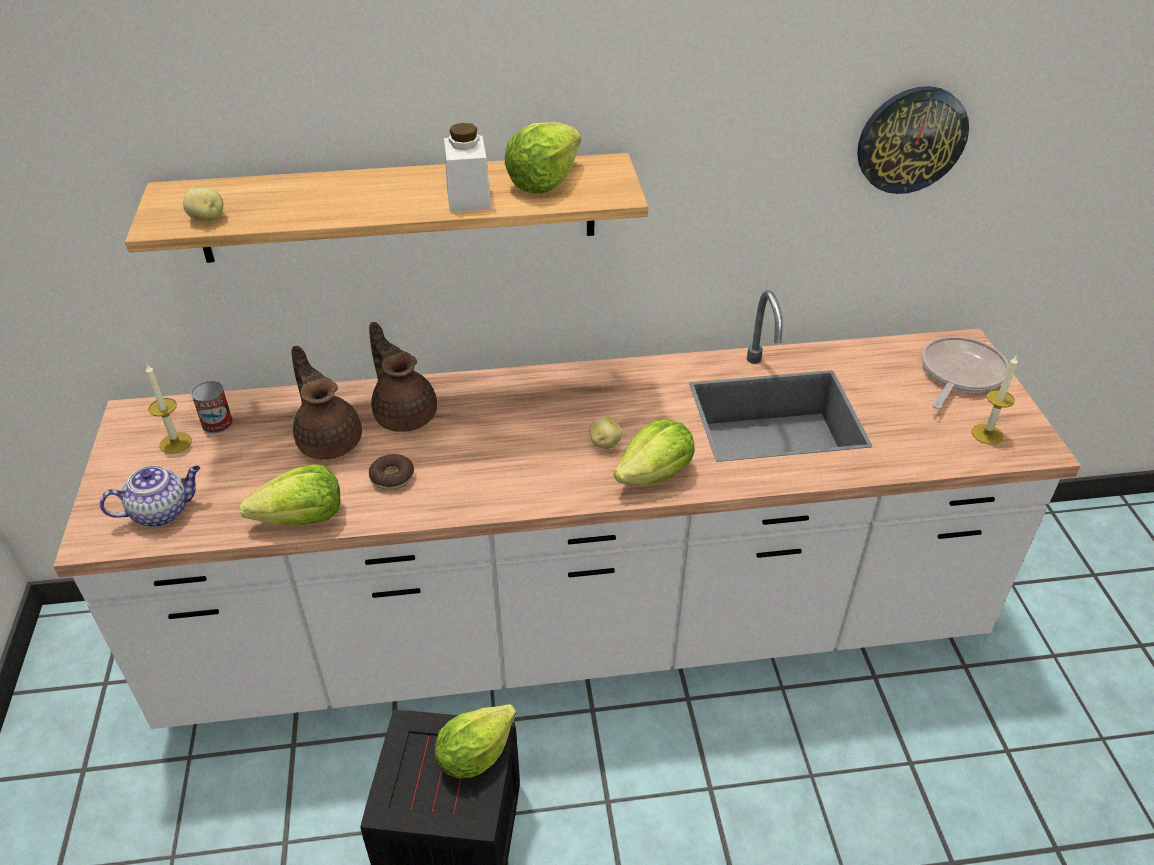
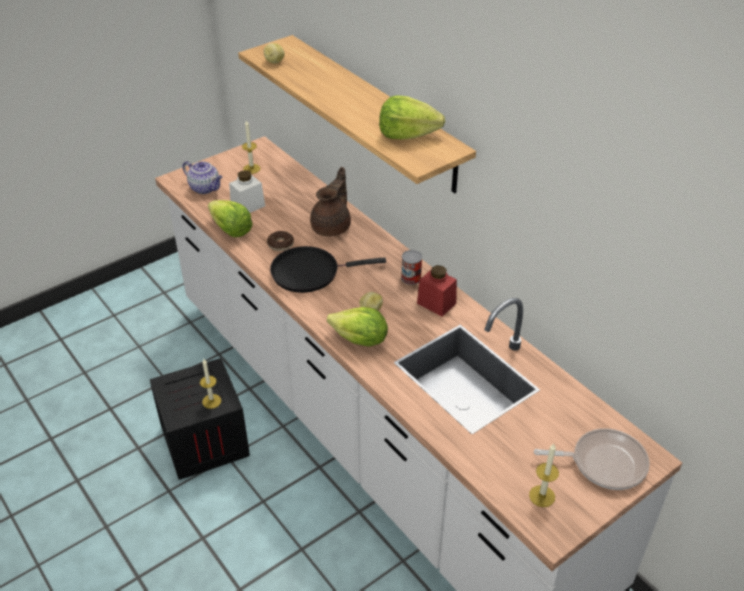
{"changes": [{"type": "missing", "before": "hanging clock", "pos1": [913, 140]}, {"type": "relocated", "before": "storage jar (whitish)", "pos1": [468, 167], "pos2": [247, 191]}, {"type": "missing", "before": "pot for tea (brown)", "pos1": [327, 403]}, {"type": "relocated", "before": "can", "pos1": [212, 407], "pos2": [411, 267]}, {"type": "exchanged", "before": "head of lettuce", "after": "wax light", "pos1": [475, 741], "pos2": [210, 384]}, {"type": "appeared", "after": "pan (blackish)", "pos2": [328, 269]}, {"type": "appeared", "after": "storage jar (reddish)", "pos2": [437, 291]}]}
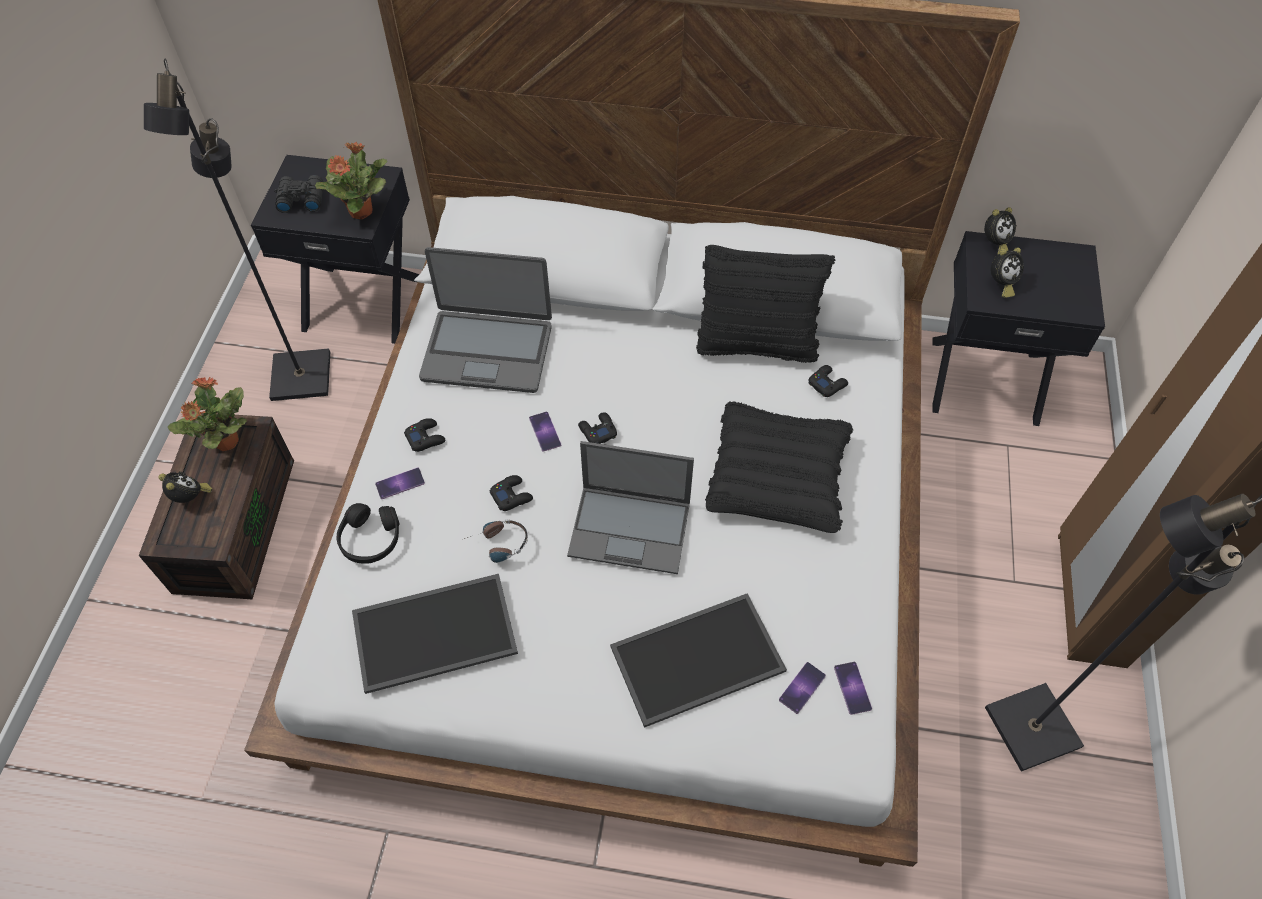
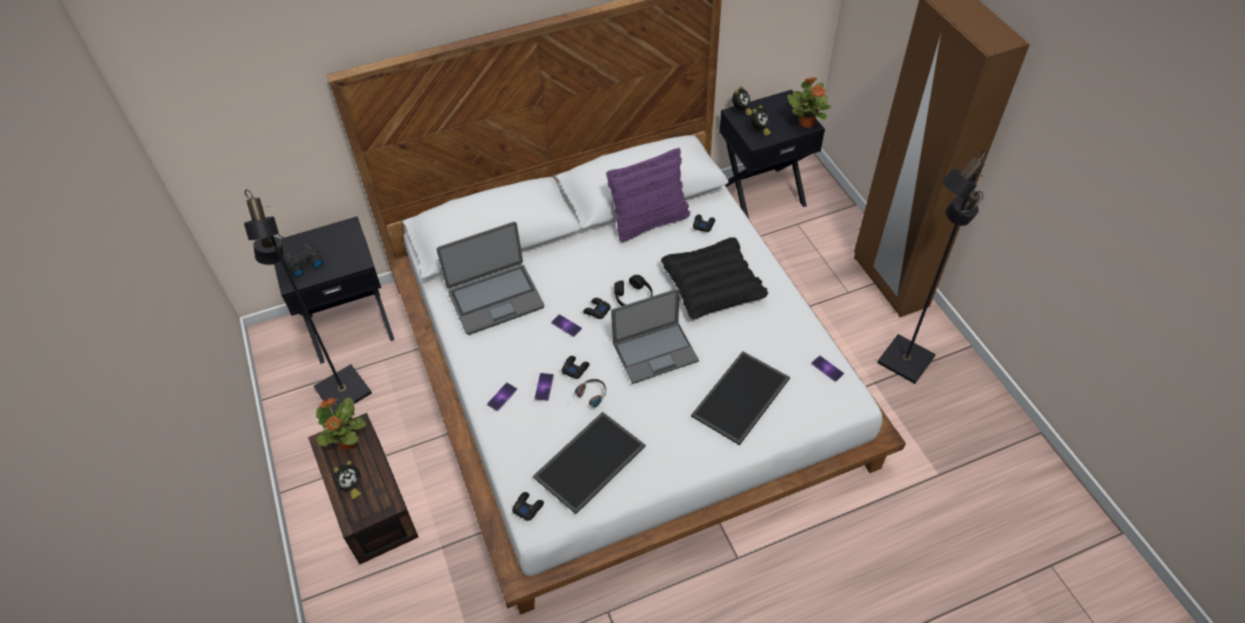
{"changes": [{"type": "relocated", "before": "potted plant", "pos1": [351, 180], "pos2": [809, 102]}, {"type": "colour", "before": "throw pillow (blackish)", "after": "throw pillow (purple-coloured)", "pos1": [765, 304], "pos2": [648, 195]}, {"type": "relocated", "before": "joypad (blackish)", "pos1": [425, 435], "pos2": [528, 506]}, {"type": "spun", "before": "bedside clock", "pos1": [185, 487], "pos2": [347, 479], "turn": 120}, {"type": "relocated", "before": "headphones (blackish)", "pos1": [368, 533], "pos2": [633, 290]}, {"type": "relocated", "before": "handset", "pos1": [802, 688], "pos2": [544, 387]}]}
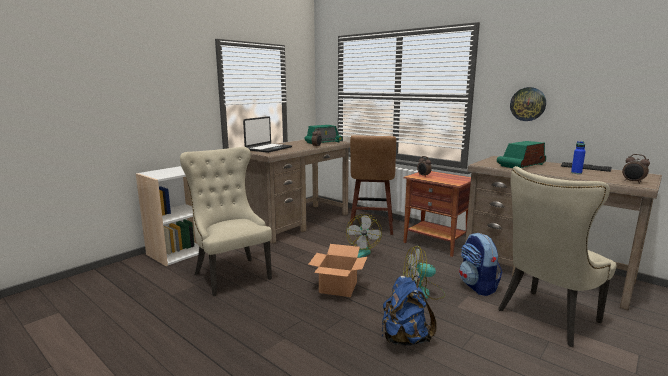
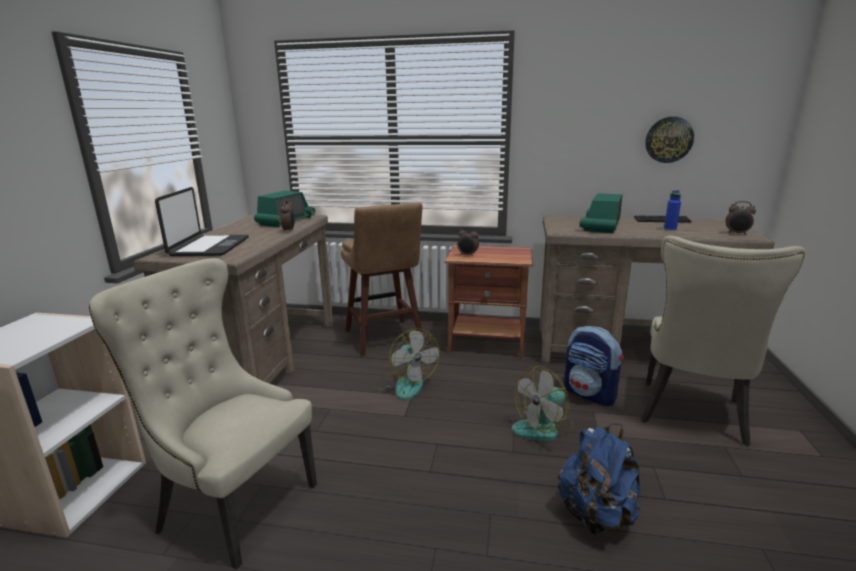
{"changes": [{"type": "relocated", "before": "hanging clock", "pos1": [528, 104], "pos2": [669, 140]}, {"type": "missing", "before": "cardboard box", "pos1": [337, 270]}]}
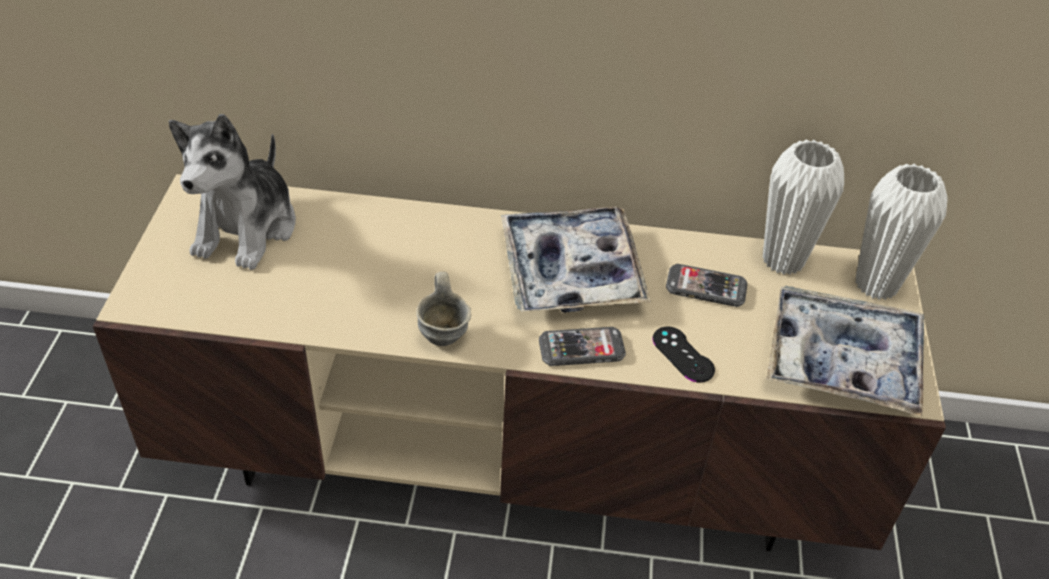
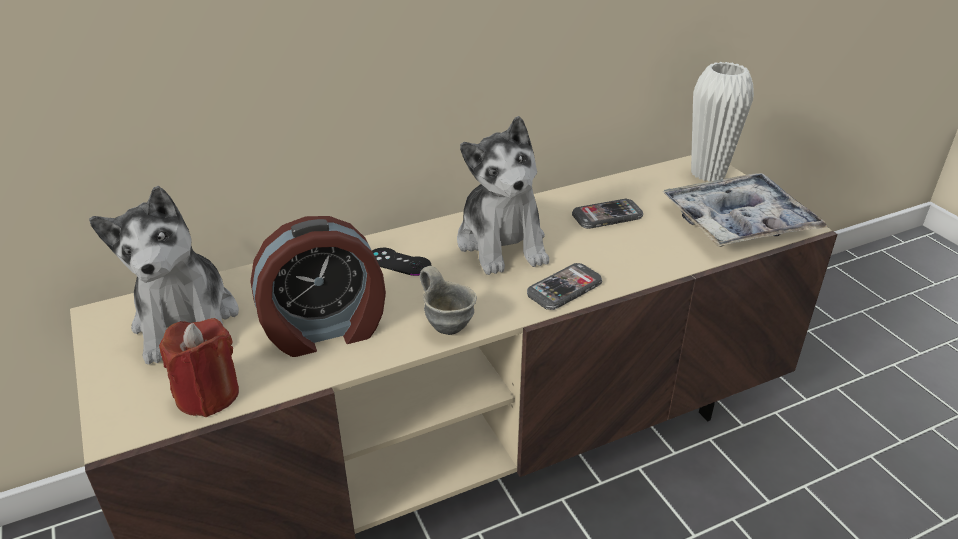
{"changes": [{"type": "missing", "before": "vase (whitish)", "pos1": [803, 207]}, {"type": "exchanged", "before": "tray", "after": "plush toy", "pos1": [576, 260], "pos2": [503, 195]}, {"type": "relocated", "before": "joypad (blackish)", "pos1": [684, 355], "pos2": [401, 262]}, {"type": "appeared", "after": "bedside clock", "pos2": [318, 286]}, {"type": "appeared", "after": "wax light (reddish)", "pos2": [199, 367]}]}
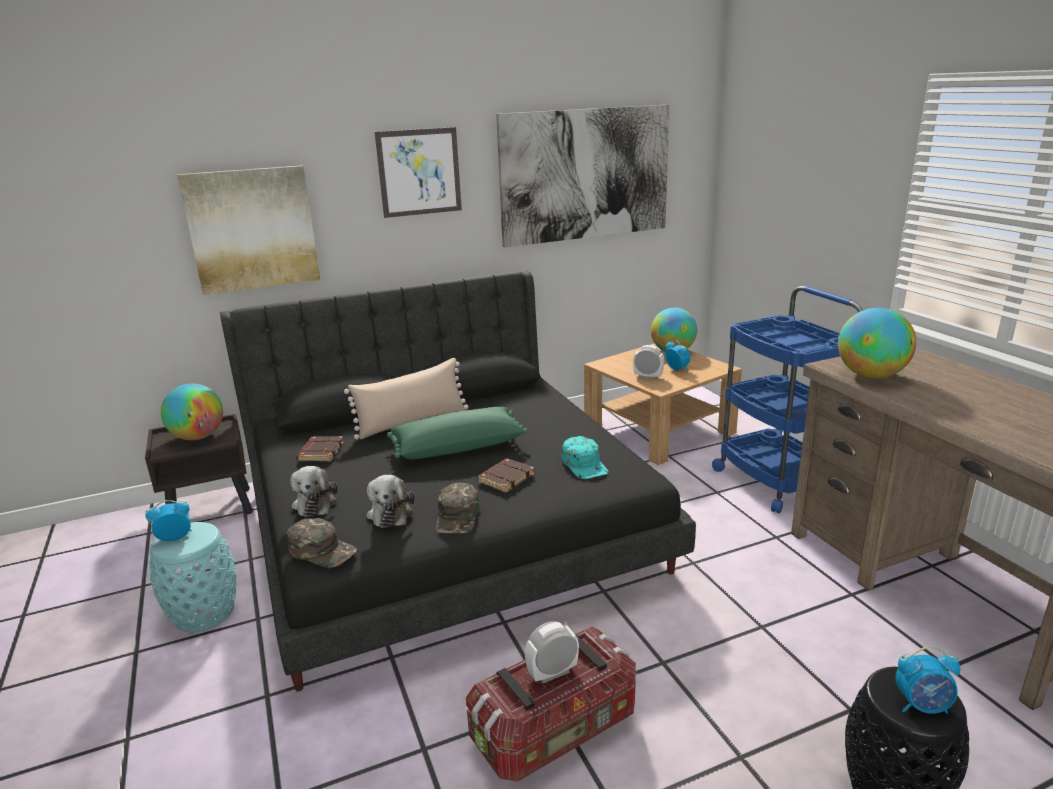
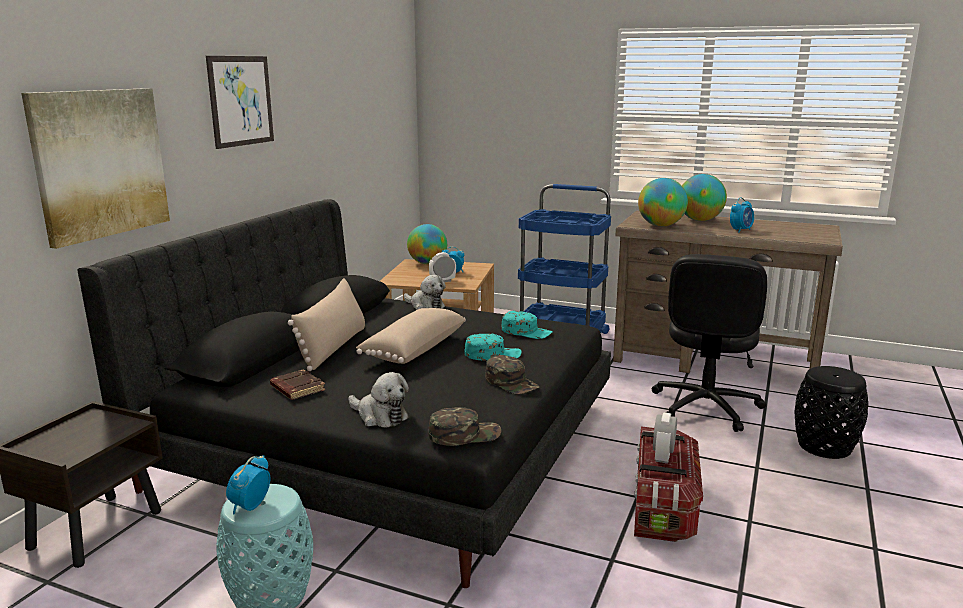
{"changes": [{"type": "missing", "before": "picture", "pos1": [583, 176]}, {"type": "relocated", "before": "desk globe", "pos1": [192, 412], "pos2": [704, 197]}, {"type": "colour", "before": "throw pillow (greenish)", "after": "throw pillow (beige-coloured)", "pos1": [457, 433], "pos2": [411, 336]}, {"type": "exchanged", "before": "volume (brown)", "after": "peaked cap (turquoise-coloured)", "pos1": [506, 475], "pos2": [493, 347]}, {"type": "relocated", "before": "plush toy", "pos1": [390, 501], "pos2": [425, 292]}, {"type": "relocated", "before": "bedside clock", "pos1": [928, 680], "pos2": [742, 215]}, {"type": "appeared", "after": "office chair (blackish)", "pos2": [709, 343]}]}
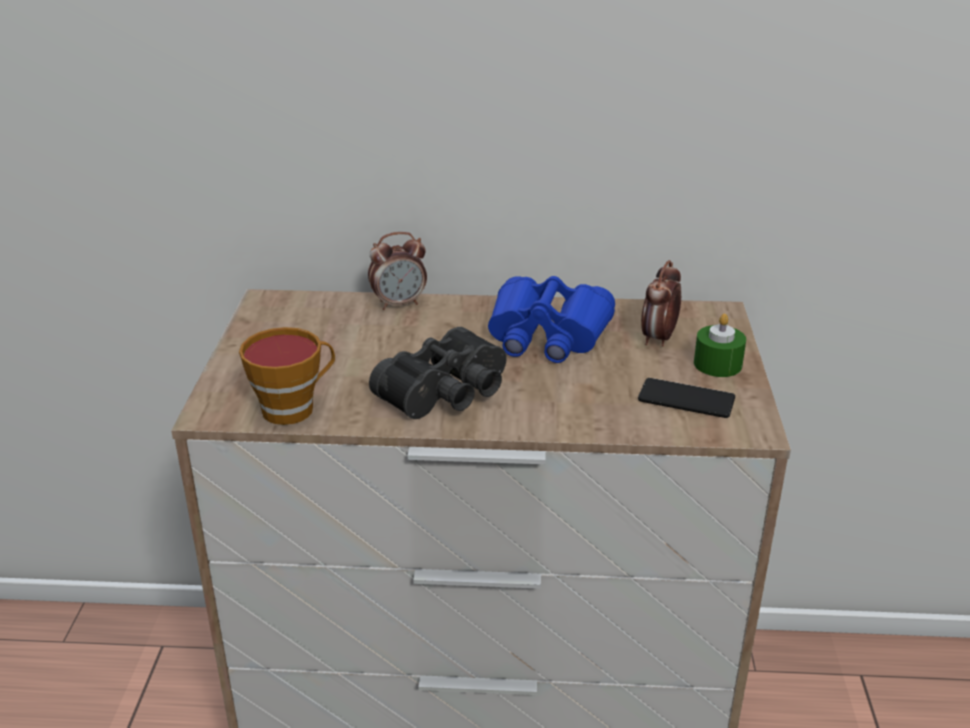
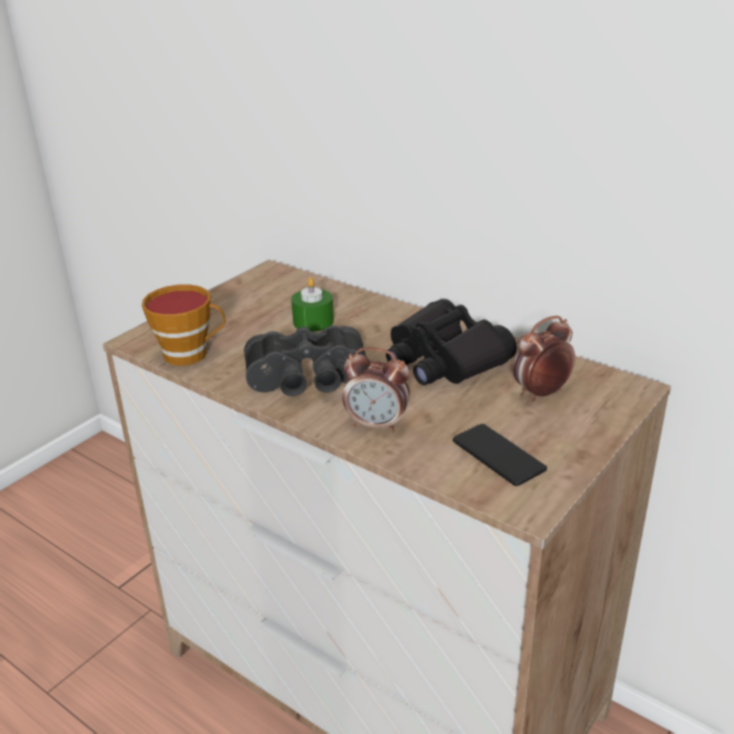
{"changes": [{"type": "relocated", "before": "bedside clock", "pos1": [397, 271], "pos2": [376, 390]}, {"type": "colour", "before": "field glasses (bluish)", "after": "field glasses (blackish)", "pos1": [551, 319], "pos2": [451, 342]}, {"type": "relocated", "before": "wax light (greenish)", "pos1": [720, 345], "pos2": [312, 304]}]}
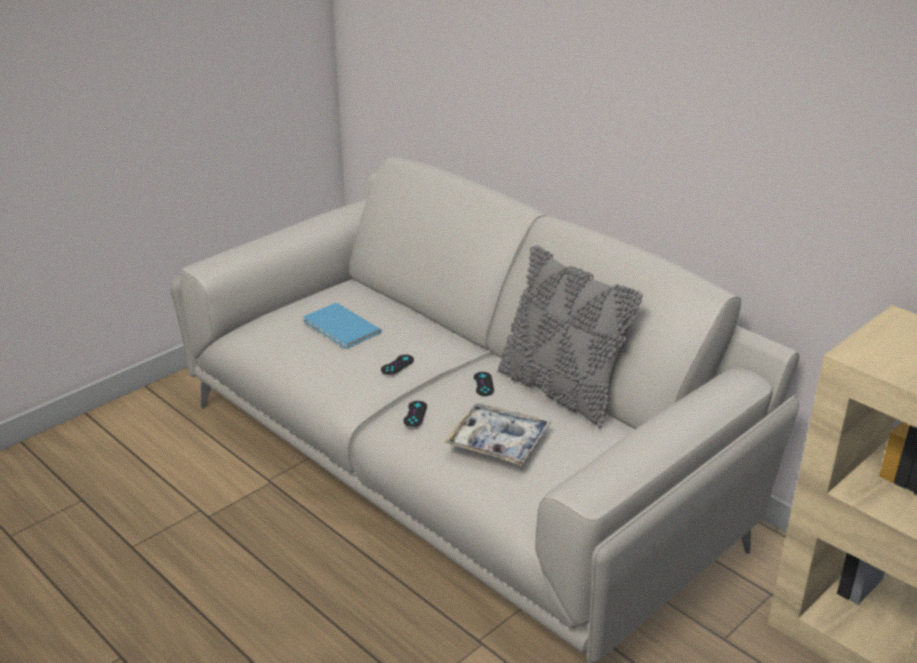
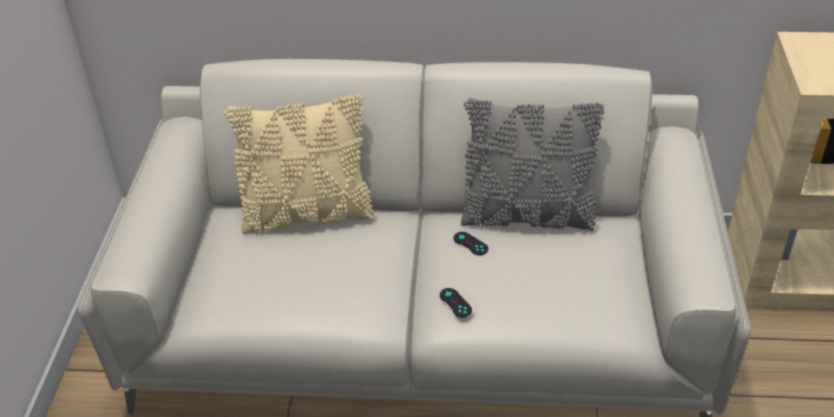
{"changes": [{"type": "missing", "before": "volume (bluish)", "pos1": [342, 326]}, {"type": "missing", "before": "joypad (blackish)", "pos1": [397, 365]}, {"type": "missing", "before": "tray", "pos1": [497, 434]}, {"type": "appeared", "after": "throw pillow (beige-coloured)", "pos2": [299, 164]}]}
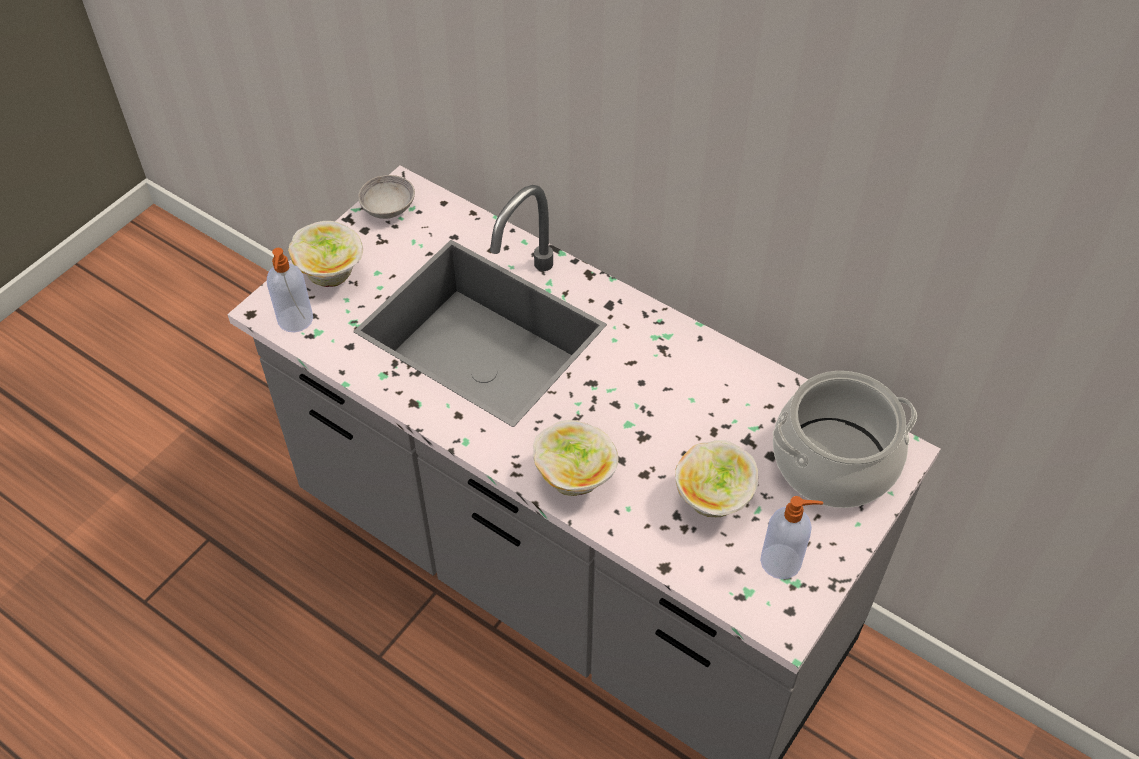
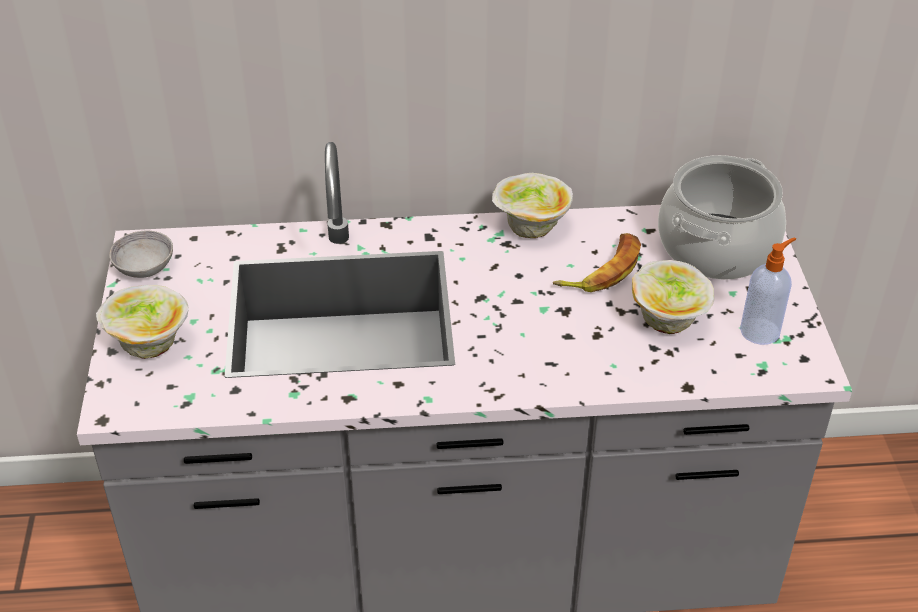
{"changes": [{"type": "missing", "before": "soap dispenser", "pos1": [290, 290]}, {"type": "relocated", "before": "serving bowl", "pos1": [576, 458], "pos2": [532, 205]}, {"type": "appeared", "after": "whole banana", "pos2": [596, 262]}]}
